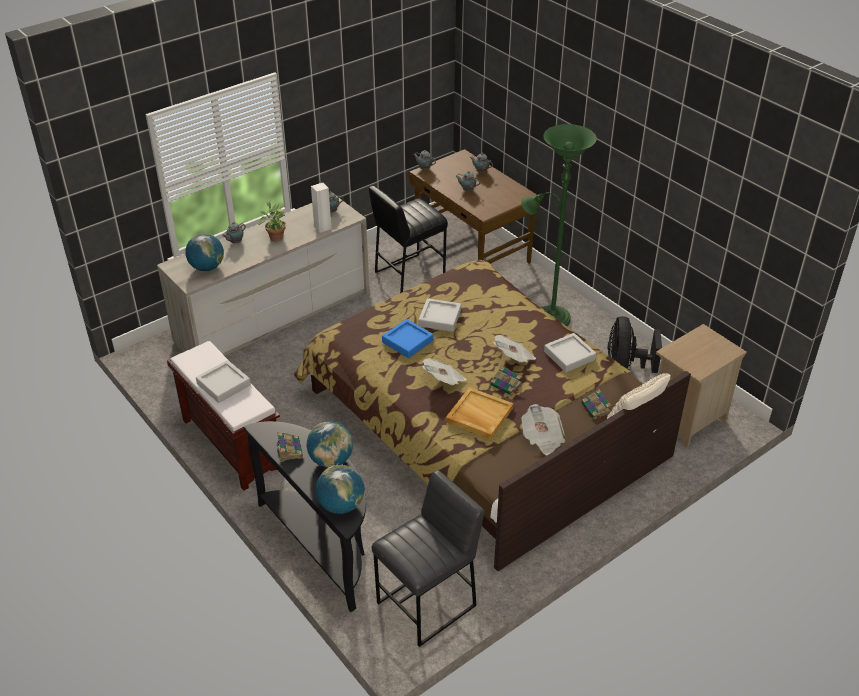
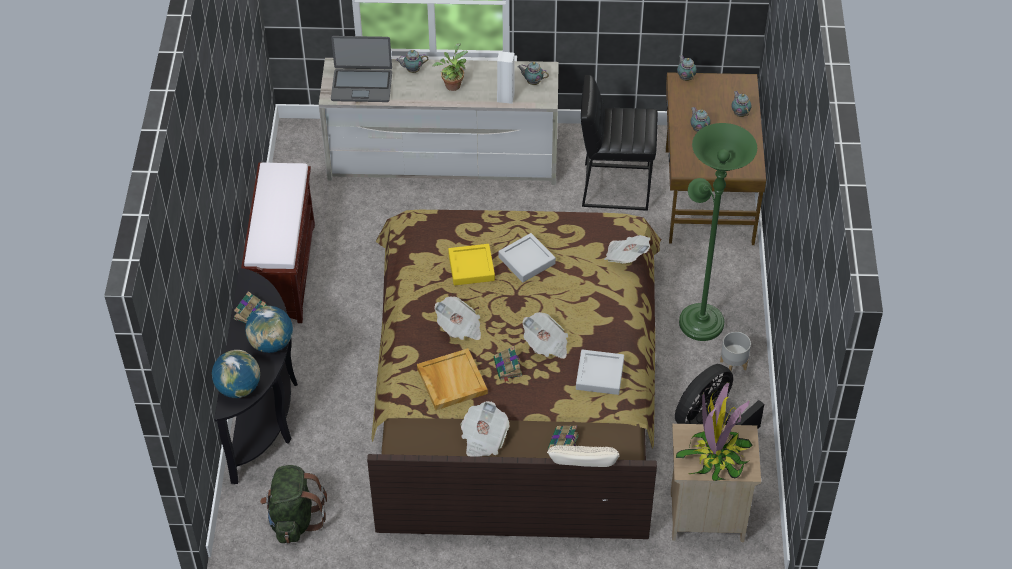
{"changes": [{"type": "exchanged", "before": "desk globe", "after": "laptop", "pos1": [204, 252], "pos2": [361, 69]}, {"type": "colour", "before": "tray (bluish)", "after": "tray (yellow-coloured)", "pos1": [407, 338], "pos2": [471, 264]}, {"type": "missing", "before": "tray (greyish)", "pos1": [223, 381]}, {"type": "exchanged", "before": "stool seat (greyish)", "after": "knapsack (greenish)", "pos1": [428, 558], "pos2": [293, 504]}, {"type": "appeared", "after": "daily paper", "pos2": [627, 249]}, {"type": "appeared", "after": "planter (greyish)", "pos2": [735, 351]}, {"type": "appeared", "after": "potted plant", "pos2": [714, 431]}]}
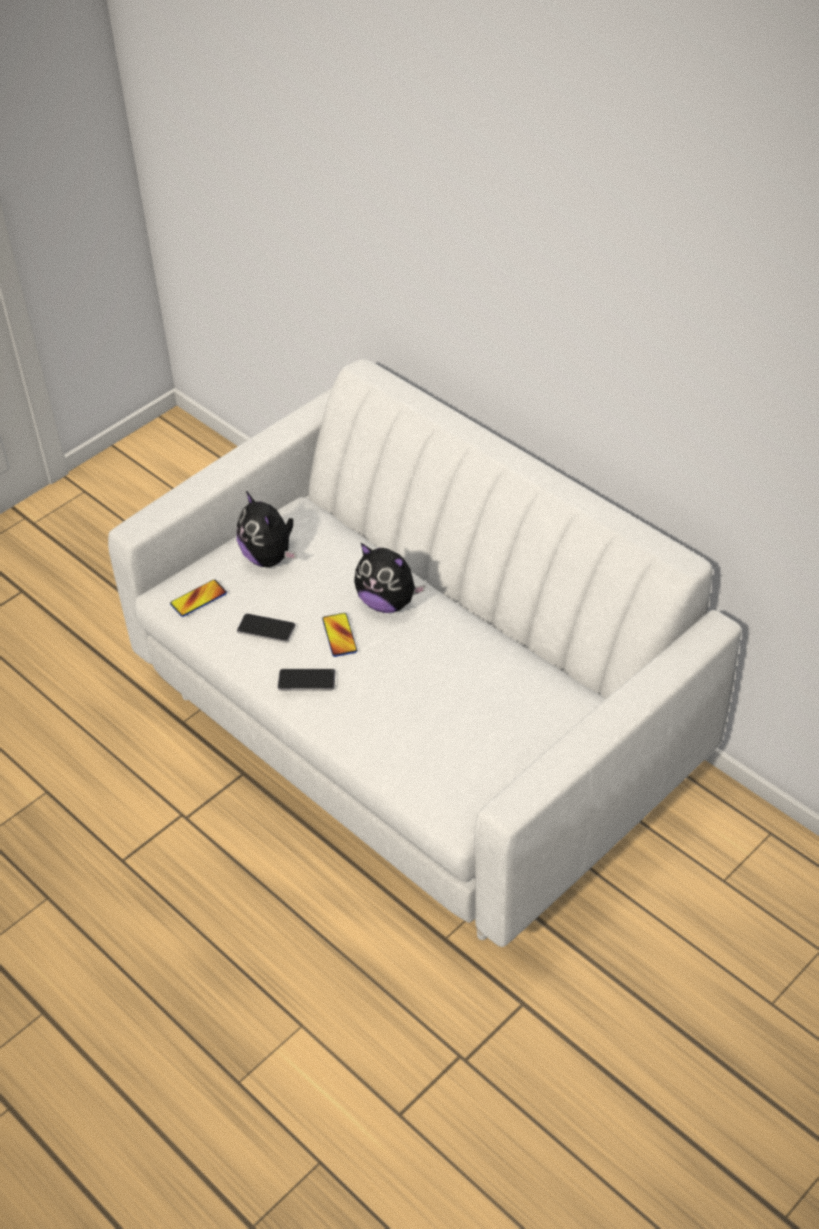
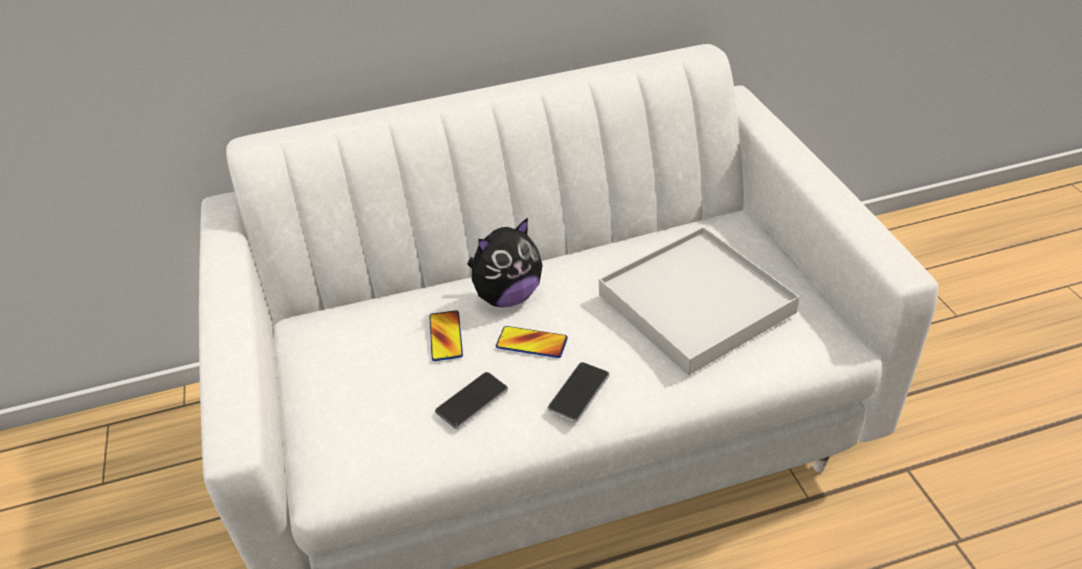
{"changes": [{"type": "missing", "before": "plush toy", "pos1": [266, 529]}, {"type": "relocated", "before": "handset", "pos1": [198, 598], "pos2": [446, 335]}, {"type": "appeared", "after": "tray (whitish)", "pos2": [699, 301]}]}
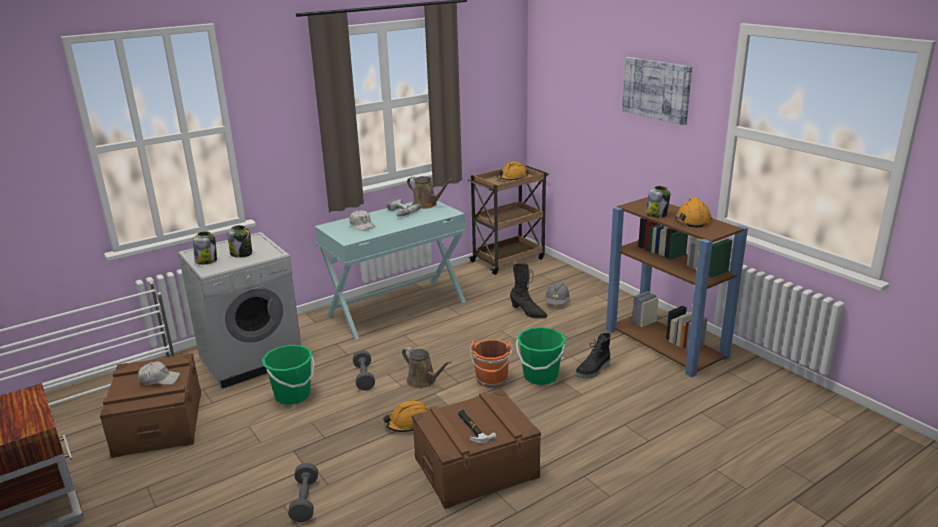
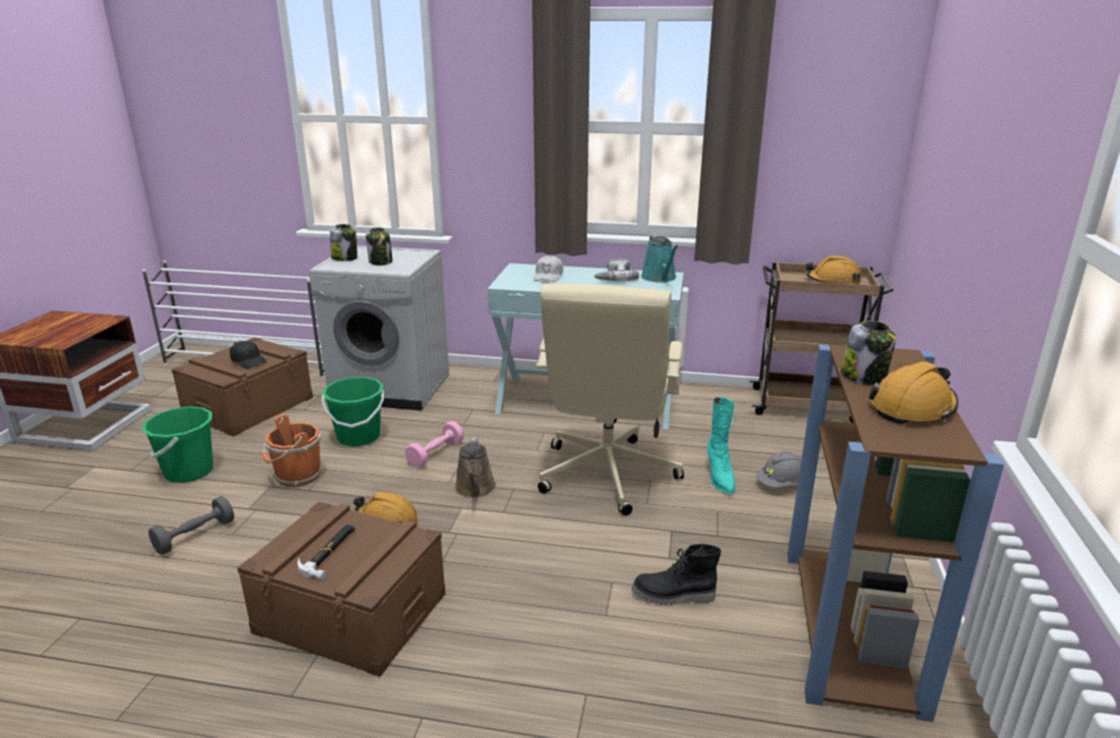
{"changes": [{"type": "missing", "before": "picture", "pos1": [657, 91]}, {"type": "colour", "before": "watering can (brown)", "after": "watering can (turquoise-coloured)", "pos1": [430, 192], "pos2": [659, 258]}, {"type": "colour", "before": "boot (blackish)", "after": "boot (turquoise-coloured)", "pos1": [528, 291], "pos2": [721, 445]}, {"type": "relocated", "before": "water bucket (greenish)", "pos1": [541, 356], "pos2": [177, 444]}, {"type": "relocated", "before": "water bucket (orange)", "pos1": [491, 364], "pos2": [292, 450]}, {"type": "colour", "before": "dumbbell (greyish)", "after": "dumbbell (pink-coloured)", "pos1": [364, 370], "pos2": [434, 444]}, {"type": "colour", "before": "peaked cap (whitish)", "after": "peaked cap (blackish)", "pos1": [159, 373], "pos2": [248, 355]}, {"type": "appeared", "after": "office chair (beige-coloured)", "pos2": [610, 399]}]}
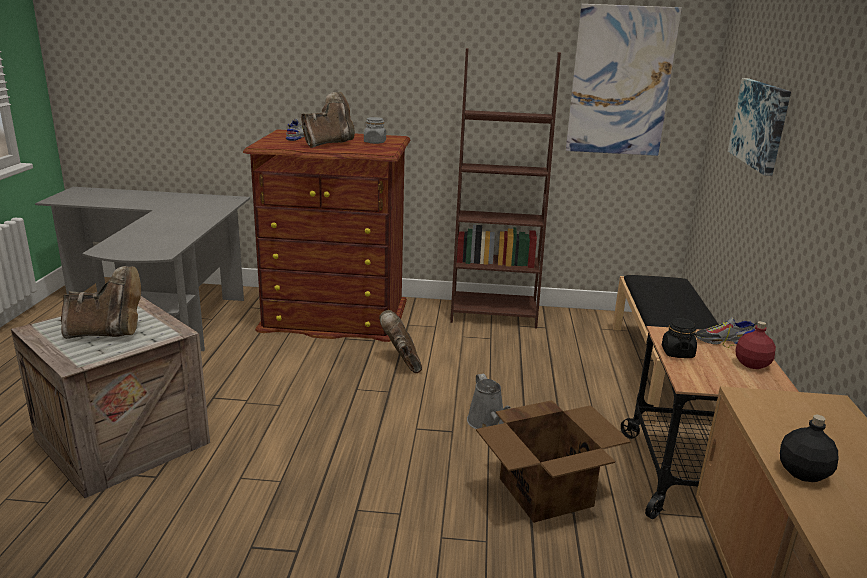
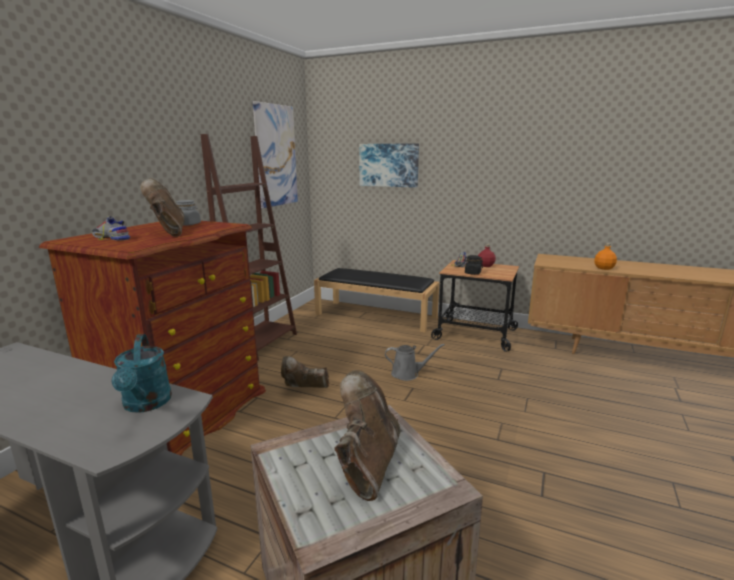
{"changes": [{"type": "missing", "before": "cardboard box", "pos1": [553, 461]}, {"type": "colour", "before": "beverage bottle (blackish)", "after": "beverage bottle (orange)", "pos1": [809, 448], "pos2": [605, 256]}, {"type": "appeared", "after": "watering can (turquoise-coloured)", "pos2": [142, 373]}]}
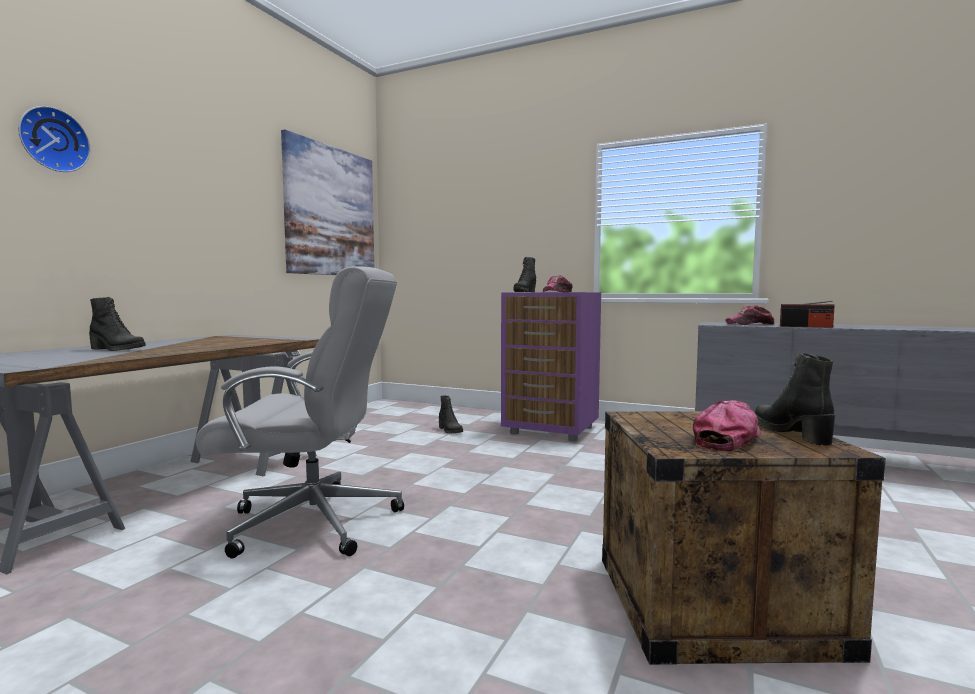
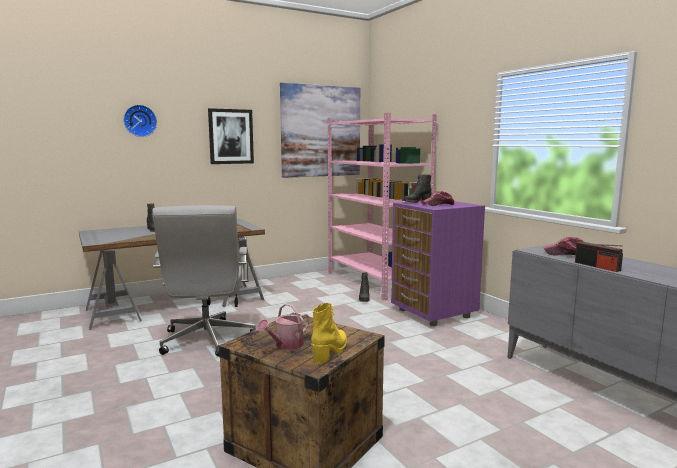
{"changes": [{"type": "spun", "before": "office chair (greyish)", "pos1": [300, 412], "pos2": [204, 281], "turn": 45}, {"type": "colour", "before": "boot (blackish)", "after": "boot (yellow-coloured)", "pos1": [794, 399], "pos2": [329, 333]}, {"type": "exchanged", "before": "peaked cap", "after": "watering can", "pos1": [727, 425], "pos2": [283, 326]}, {"type": "appeared", "after": "picture", "pos2": [231, 136]}, {"type": "appeared", "after": "bookcase (pink-coloured)", "pos2": [382, 206]}]}
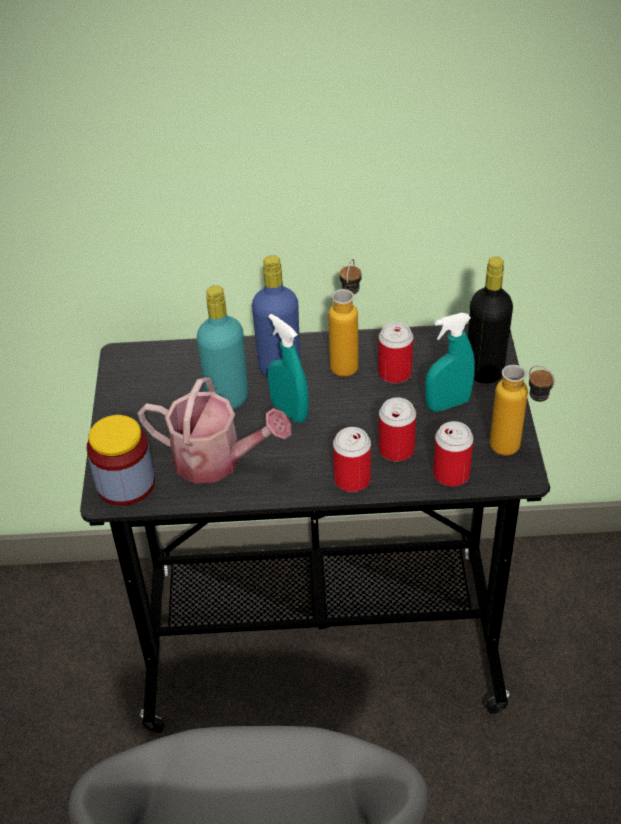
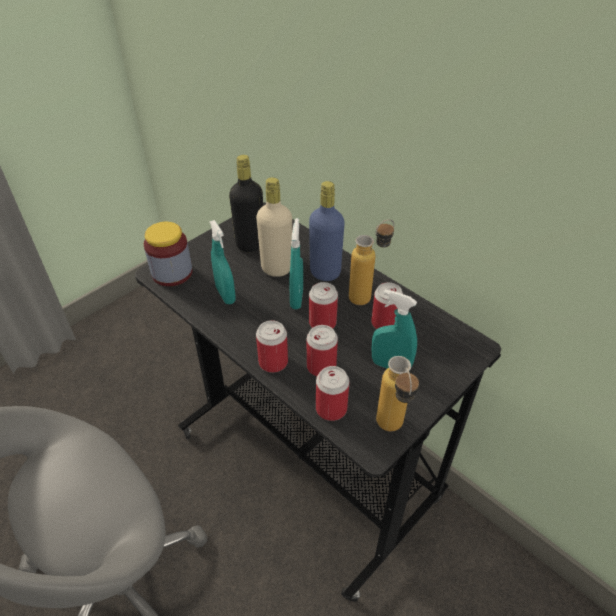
{"changes": [{"type": "relocated", "before": "beverage bottle (blackish)", "pos1": [490, 320], "pos2": [246, 203]}, {"type": "colour", "before": "beverage bottle (turquoise-coloured)", "after": "beverage bottle (beige-coloured)", "pos1": [222, 347], "pos2": [274, 227]}, {"type": "exchanged", "before": "watering can", "after": "hand sprayer (turquoise-coloured)", "pos1": [214, 430], "pos2": [222, 262]}, {"type": "appeared", "after": "can", "pos2": [323, 305]}]}
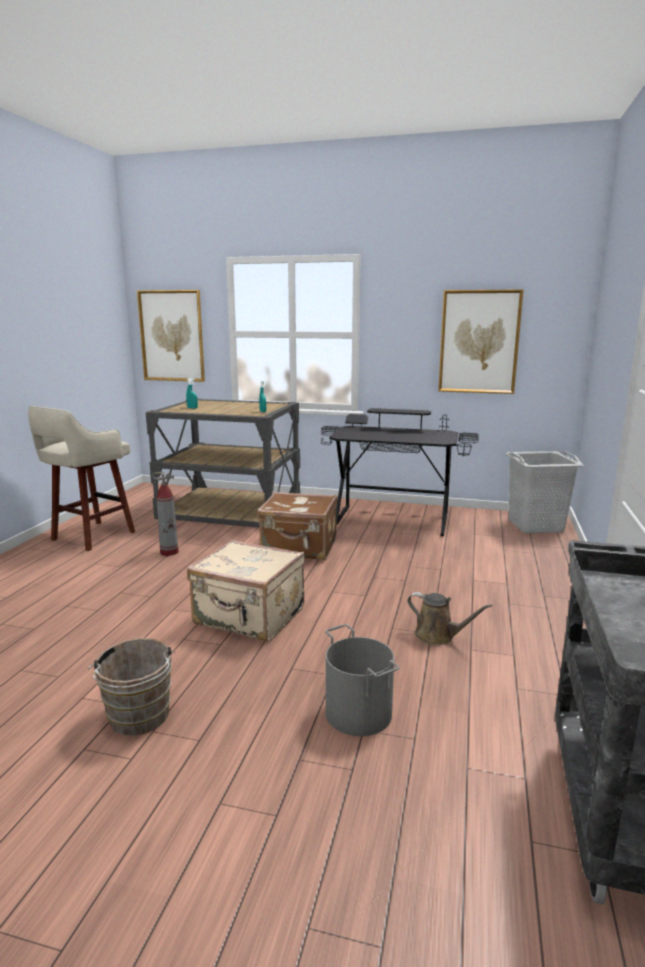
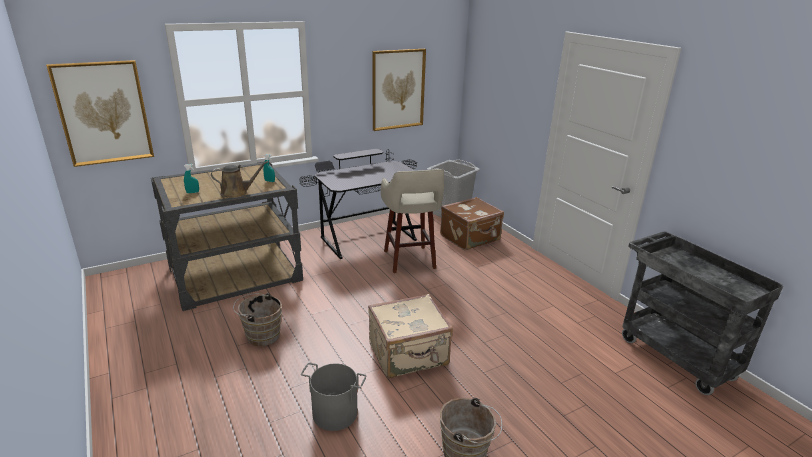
{"changes": [{"type": "relocated", "before": "stool seat (beige-coloured)", "pos1": [81, 478], "pos2": [412, 221]}, {"type": "exchanged", "before": "fire-fighting cylinder", "after": "water bucket (brown)", "pos1": [165, 514], "pos2": [257, 320]}, {"type": "relocated", "before": "suitcase (brown)", "pos1": [297, 526], "pos2": [472, 223]}, {"type": "relocated", "before": "watering can (brown)", "pos1": [450, 618], "pos2": [239, 179]}, {"type": "relocated", "before": "water bucket (greyish)", "pos1": [362, 680], "pos2": [334, 397]}]}
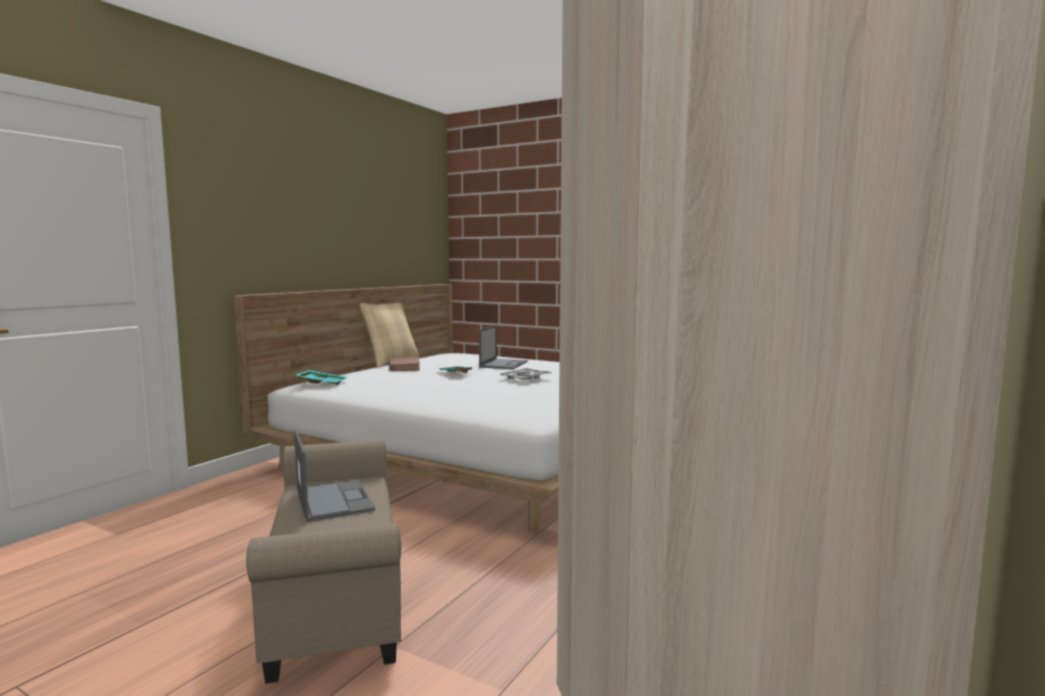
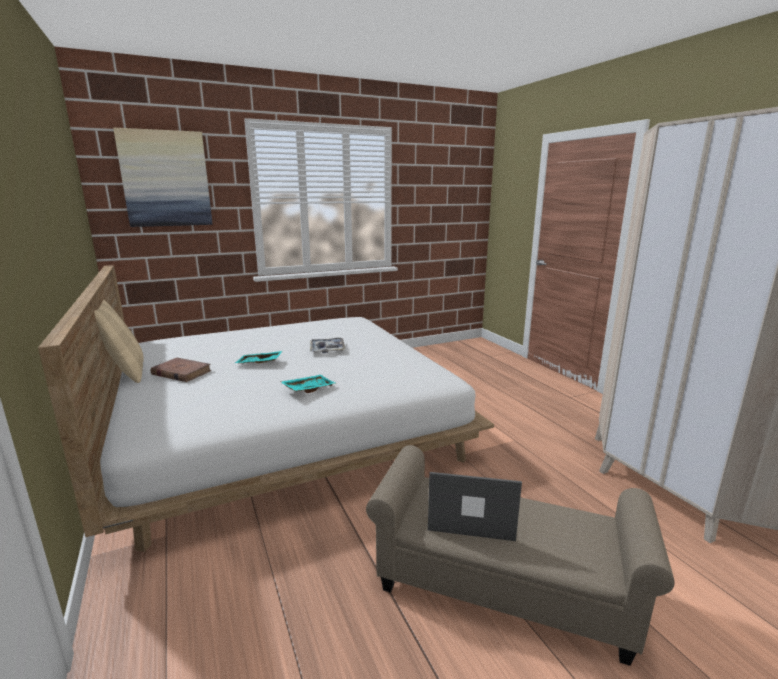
{"changes": [{"type": "missing", "before": "laptop", "pos1": [503, 347]}, {"type": "relocated", "before": "tray (turquoise-coloured)", "pos1": [322, 377], "pos2": [308, 384]}, {"type": "appeared", "after": "picture", "pos2": [163, 177]}]}
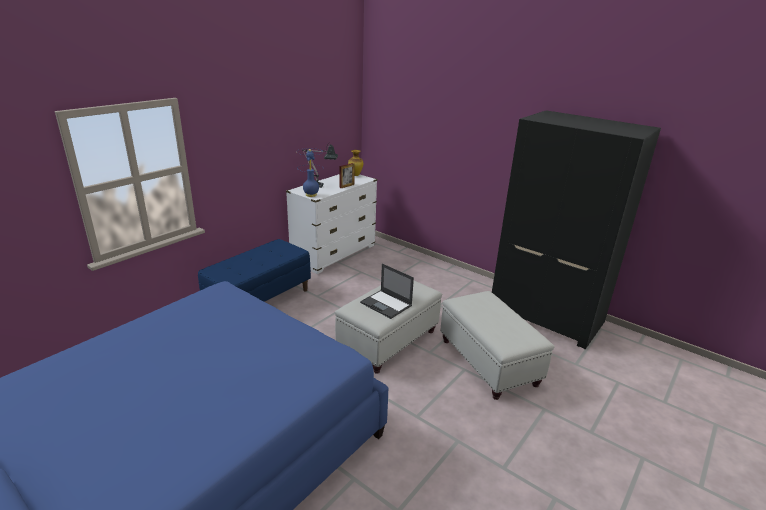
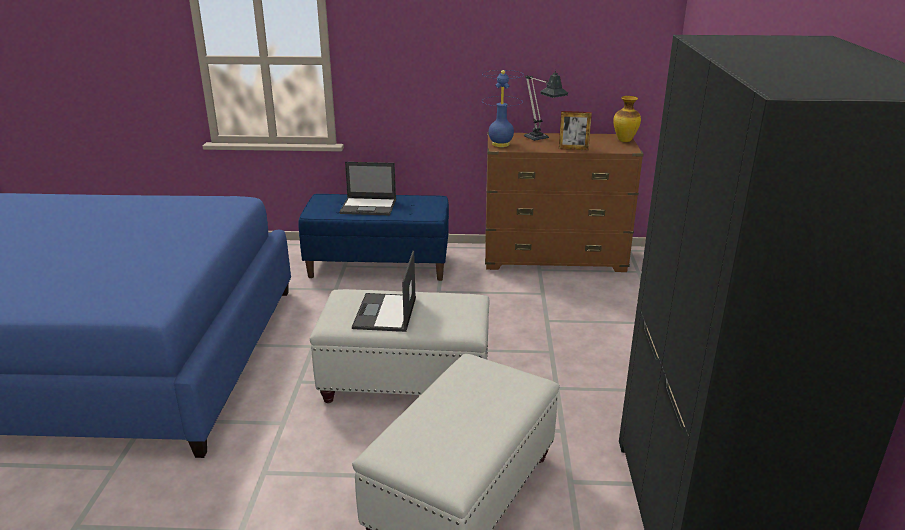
{"changes": [{"type": "colour", "before": "dresser (whitish)", "after": "dresser (brown)", "pos1": [331, 224], "pos2": [564, 202]}, {"type": "appeared", "after": "laptop", "pos2": [367, 188]}]}
